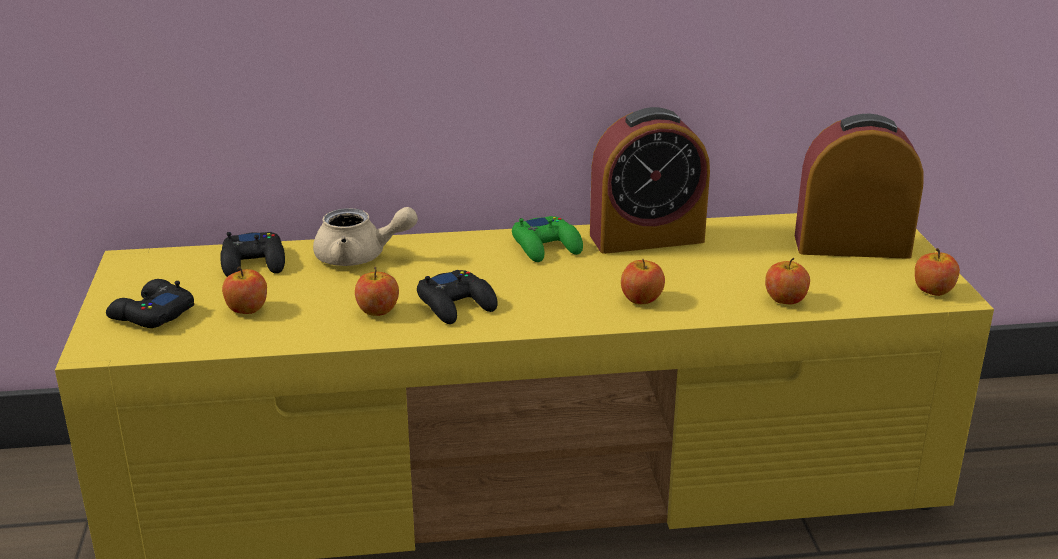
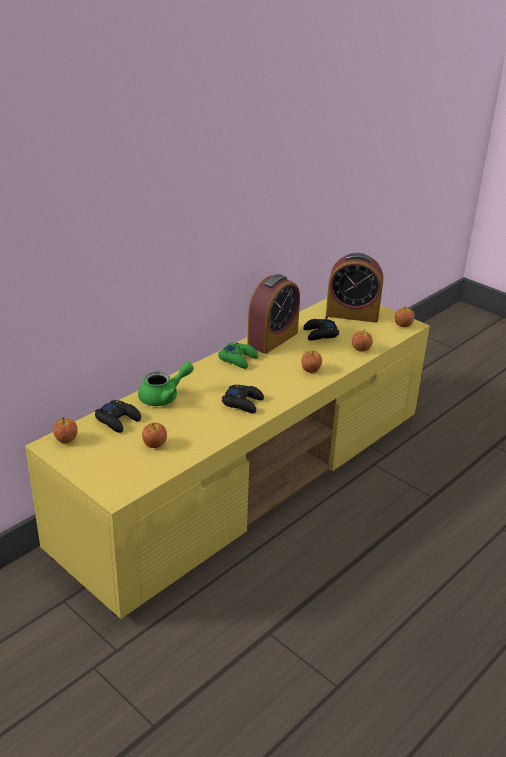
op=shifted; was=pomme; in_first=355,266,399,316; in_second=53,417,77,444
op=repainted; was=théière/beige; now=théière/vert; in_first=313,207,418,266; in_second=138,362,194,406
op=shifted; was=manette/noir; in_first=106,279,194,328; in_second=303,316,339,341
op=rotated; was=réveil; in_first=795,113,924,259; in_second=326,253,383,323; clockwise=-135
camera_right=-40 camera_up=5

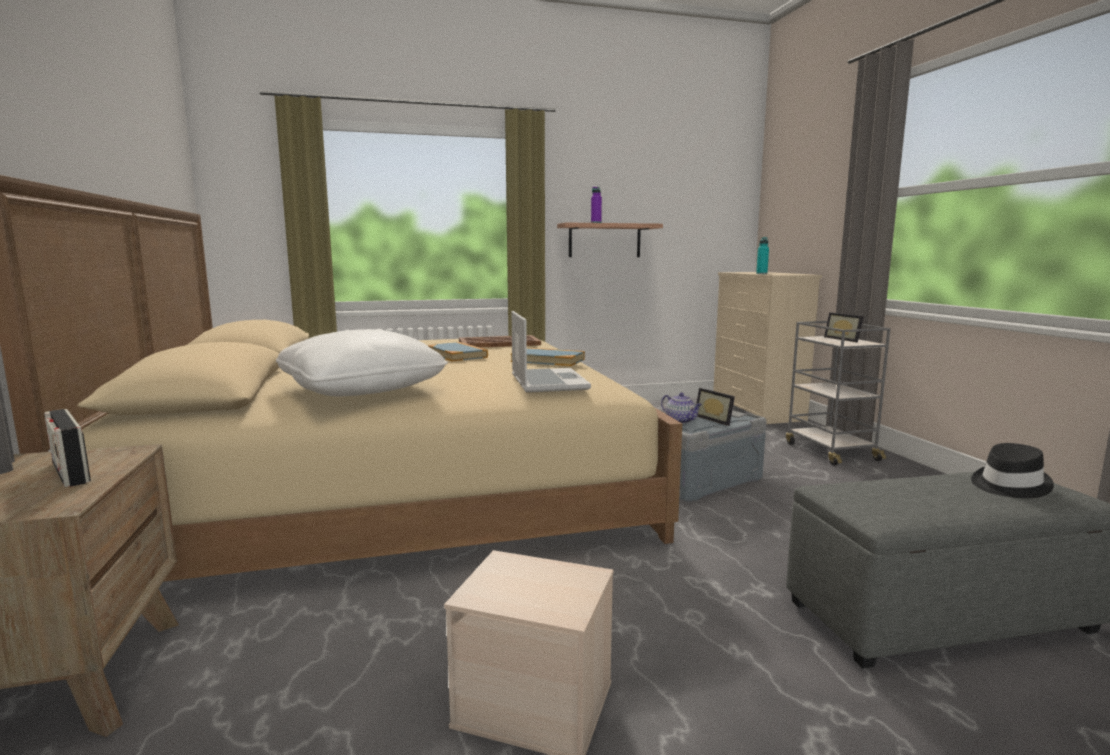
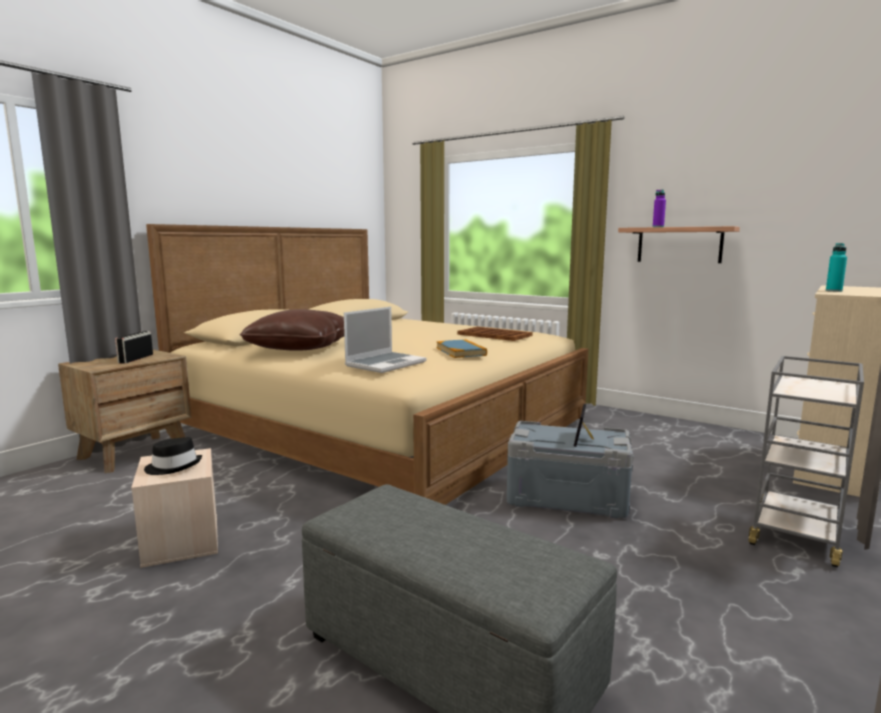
op=shifted; was=chapeau/noir; in_first=971,443,1054,498; in_second=144,437,202,475
op=repainted; was=coussin/blanc; now=coussin/marron; in_first=276,329,448,396; in_second=240,309,344,350
op=gone; was=livre; in_first=427,342,488,362
op=gone; was=théière; in_first=661,393,702,424
op=gone; was=cadre photo; in_first=824,312,864,343
camera_right=50 camera_up=0

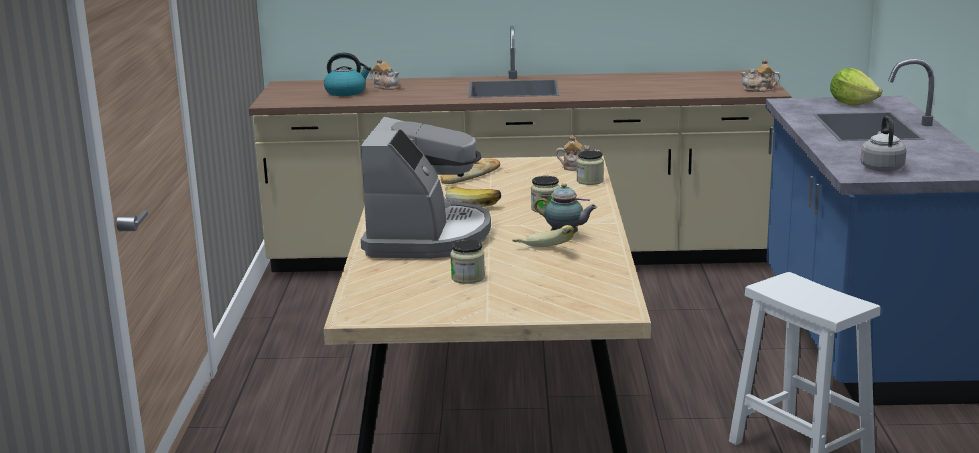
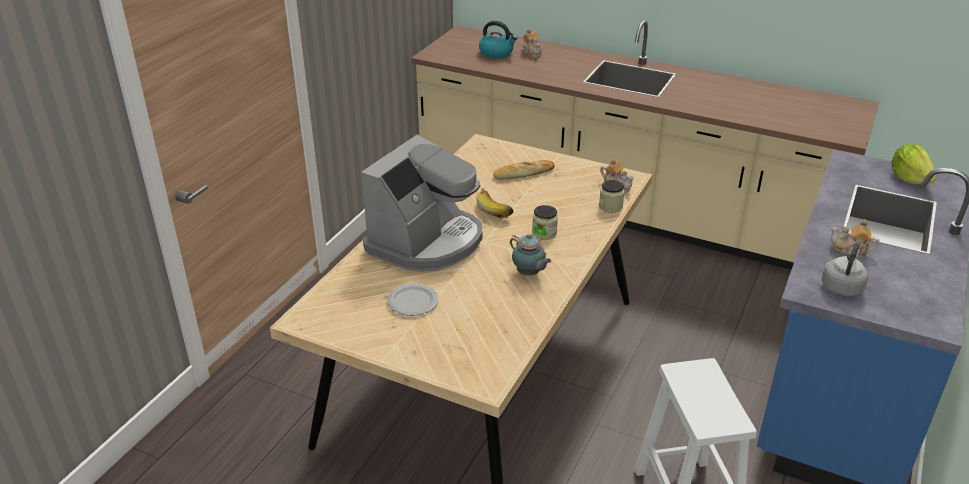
op=swapped; was=bocal; now=assiette; in_first=450,239,485,284; in_second=387,284,438,316
op=shifted; was=théière; in_first=741,59,780,92; in_second=831,219,879,258
op=gone; was=banane; in_first=512,225,574,247
camera_right=25 camera_up=15

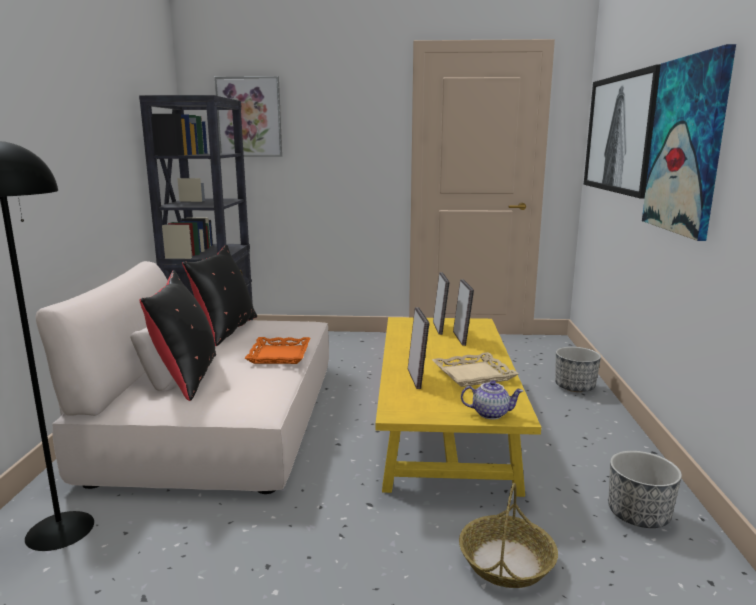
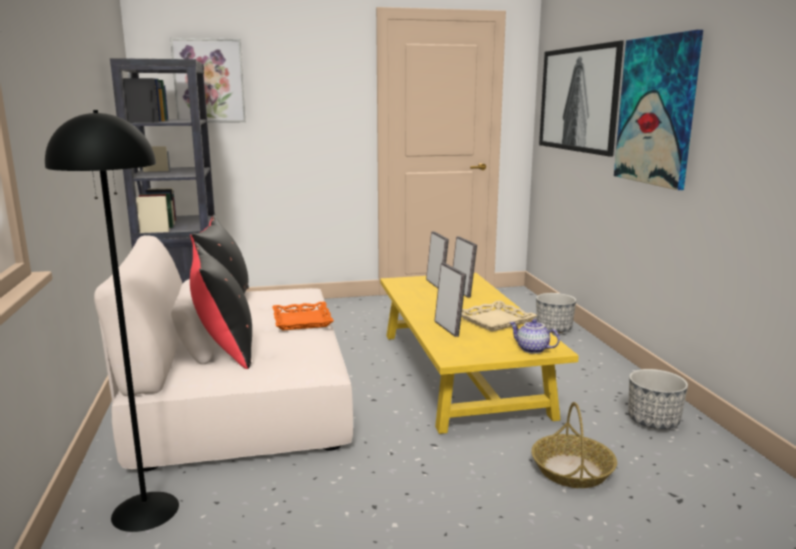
op=rotated; was=théière; in_first=461,380,523,420; in_second=509,319,560,354; clockwise=-135
camera_right=-15 camera_up=0

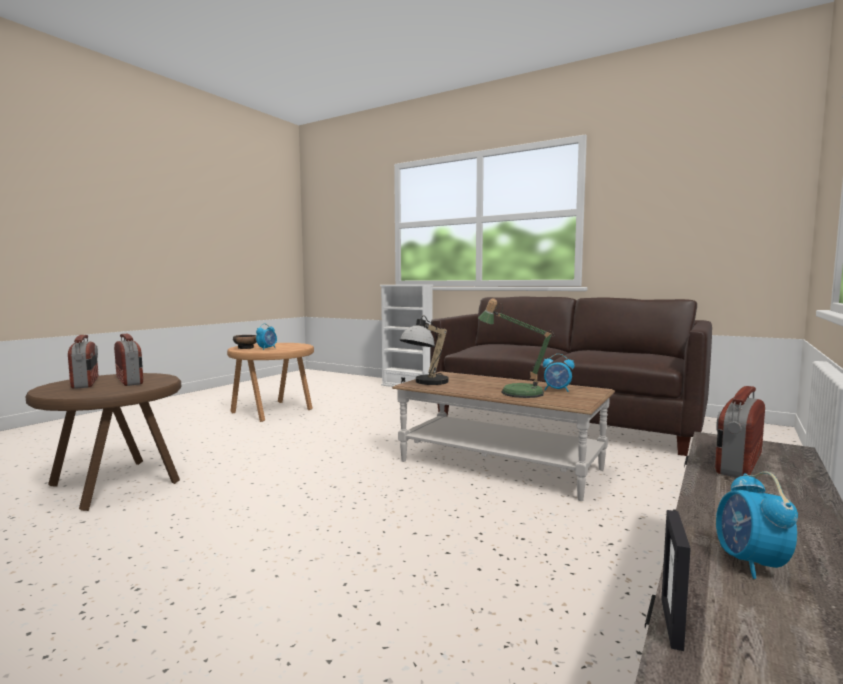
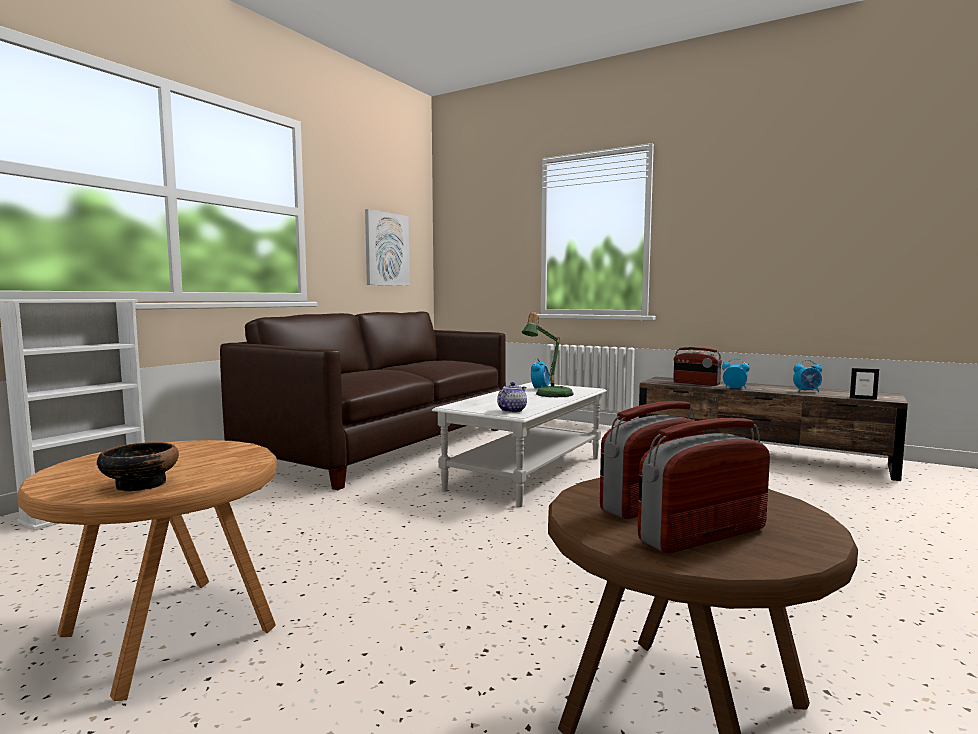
op=new; now=tableau; in_second=365,209,410,286
op=repainted; was=table basse/marron; now=table basse/blanc; in_first=392,371,615,501; in_second=432,383,607,507
op=swapped; was=lampe de table; now=théière; in_first=400,315,448,385; in_second=497,382,527,413
op=shifted; was=réveil; in_first=256,323,277,350; in_second=722,358,750,389
camera_right=-90 camera_up=0

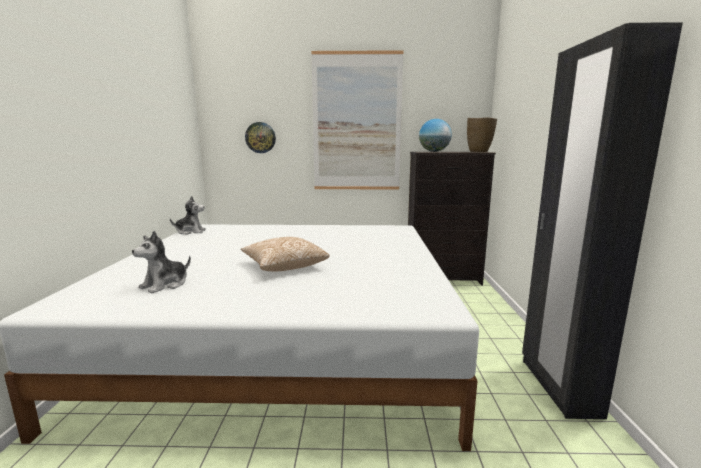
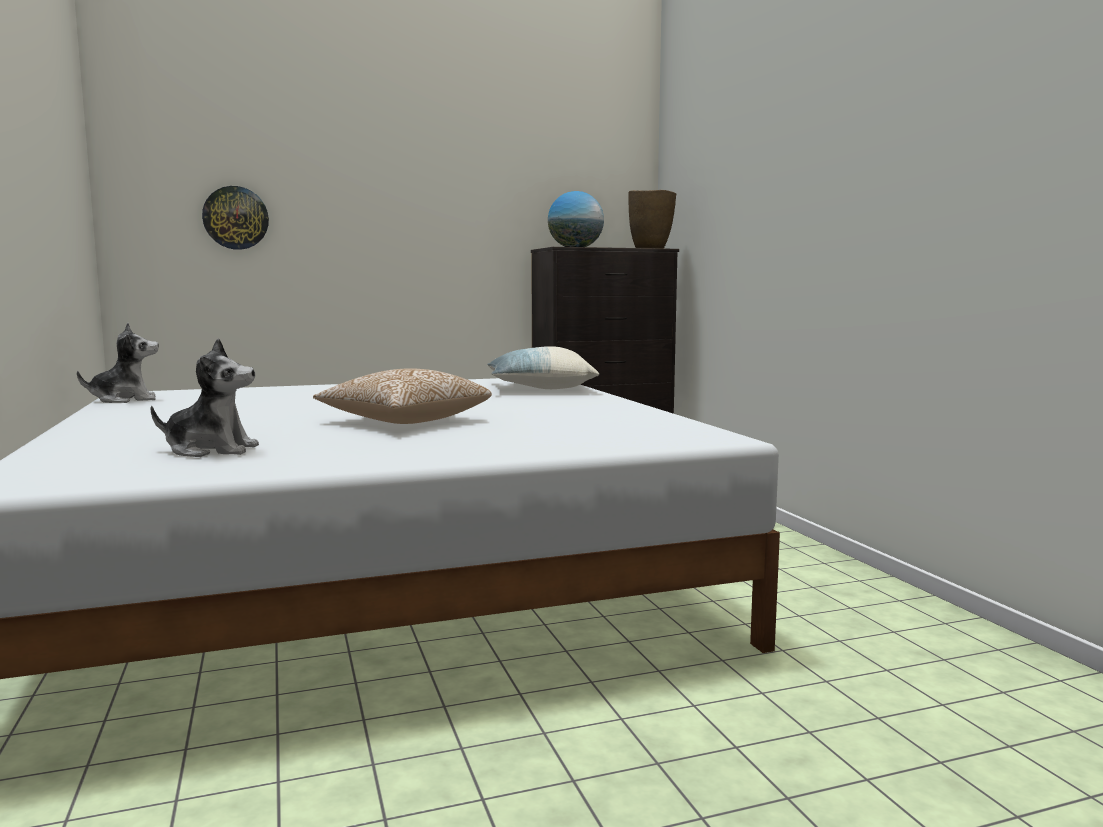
op=rotated; was=peluche; in_first=132,231,191,294; in_second=150,338,259,457; clockwise=-105
op=new; now=coussin; in_second=487,346,599,389
op=gone; was=tableau; in_first=311,50,404,189
op=gone; was=armoire/noir; in_first=522,22,683,419
camera_right=-20 camera_up=-5

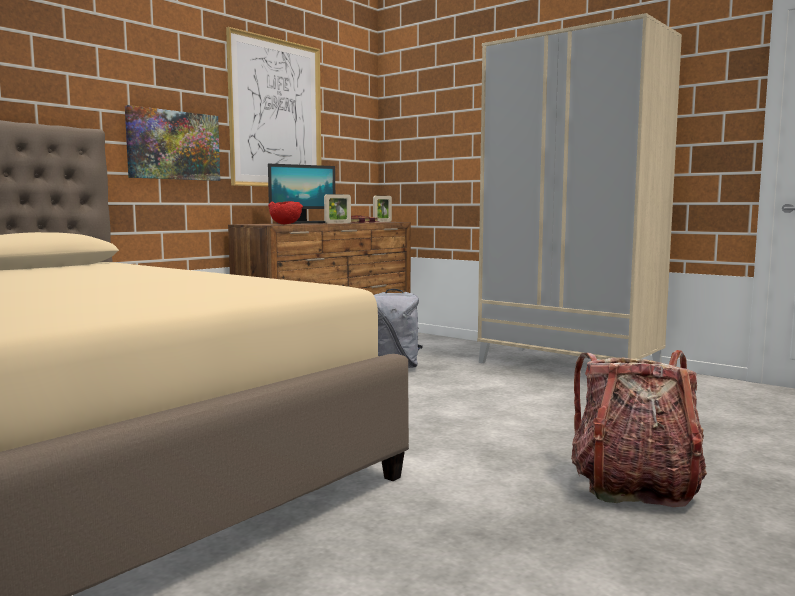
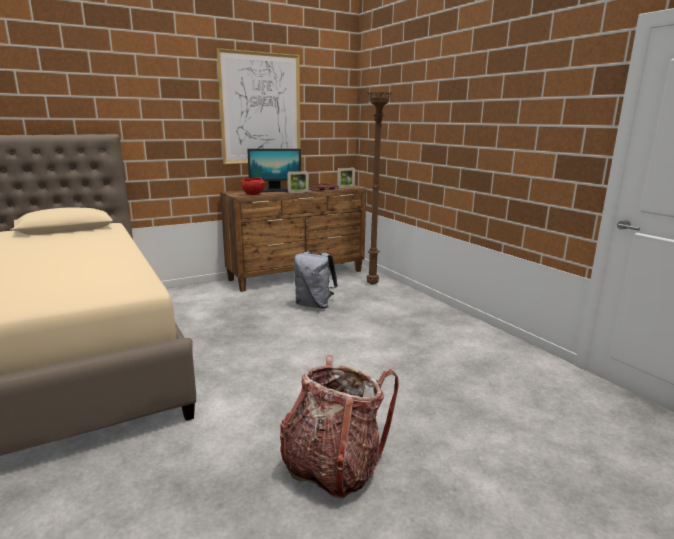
op=new; now=lampadaire/marron; in_second=366,92,392,285
op=gone; was=tableau; in_first=125,105,220,181
op=gone; was=armoire/beige; in_first=477,13,682,363
camera_right=20 camera_up=10

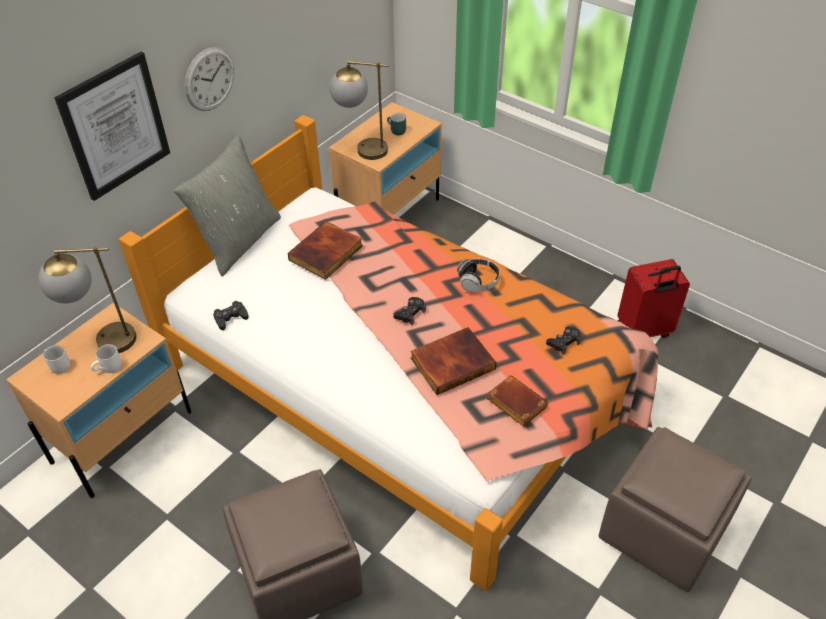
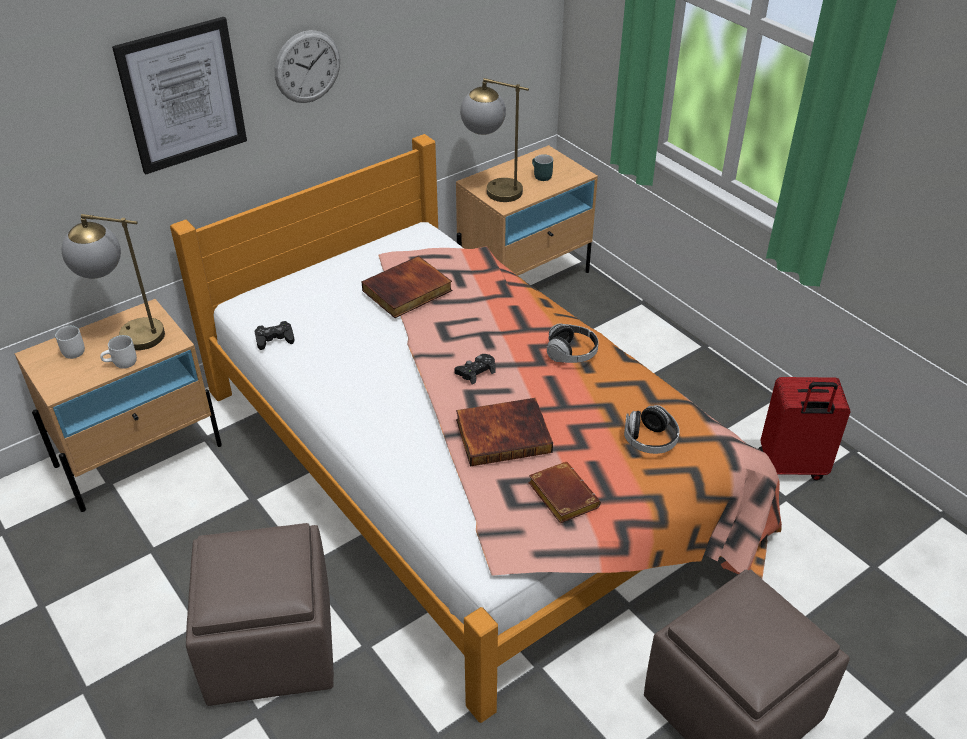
op=swapped; was=manette/noir; now=casque audio; in_first=546,326,582,355; in_second=624,405,680,454
op=gone; was=coussin/gris; in_first=174,135,281,276
camera_right=15 camera_up=-5

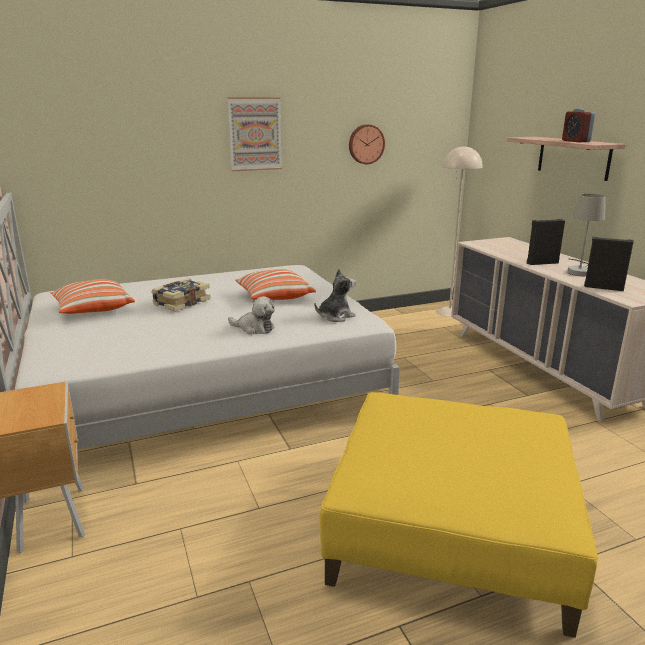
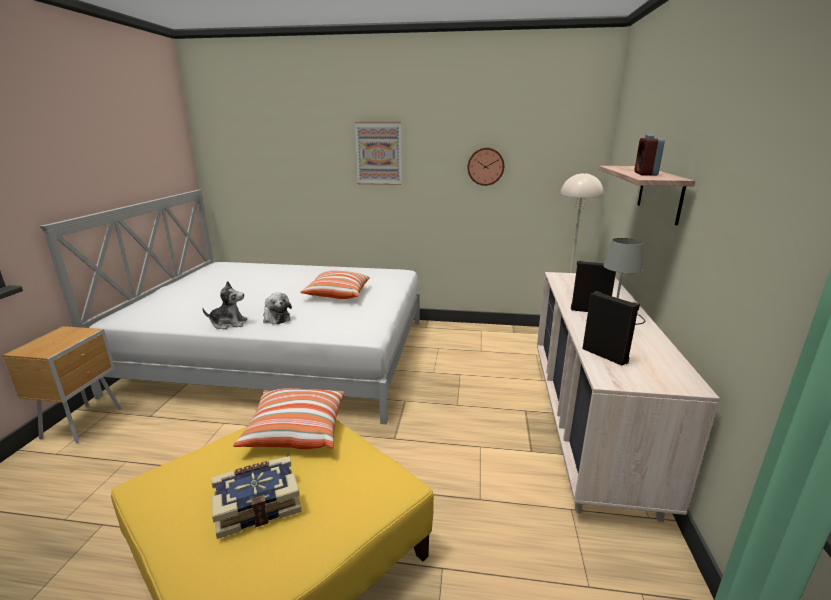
op=shifted; was=peluche; in_first=315,269,356,322; in_second=202,281,247,329
op=shifted; was=livre; in_first=151,278,210,311; in_second=211,456,302,539
op=shifted; was=coussin; in_first=51,279,135,314; in_second=233,388,344,449
camera_right=30 camera_up=0

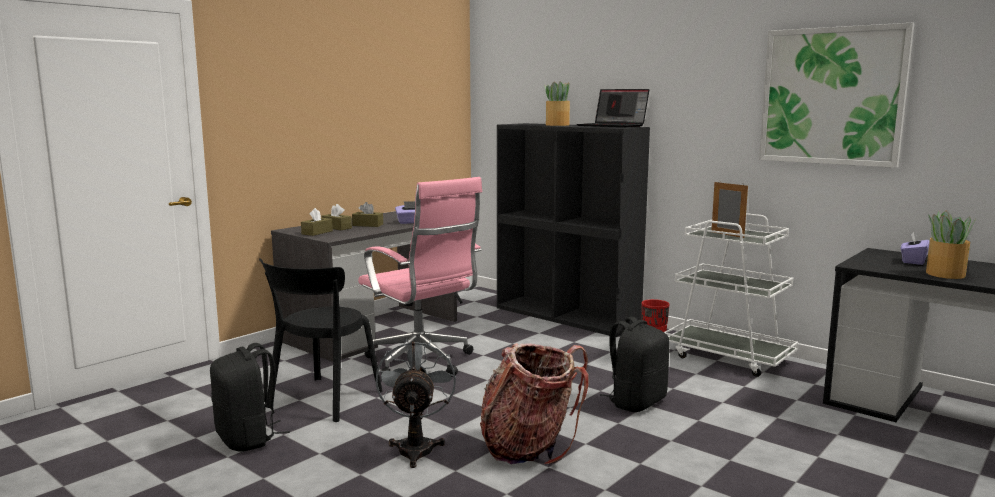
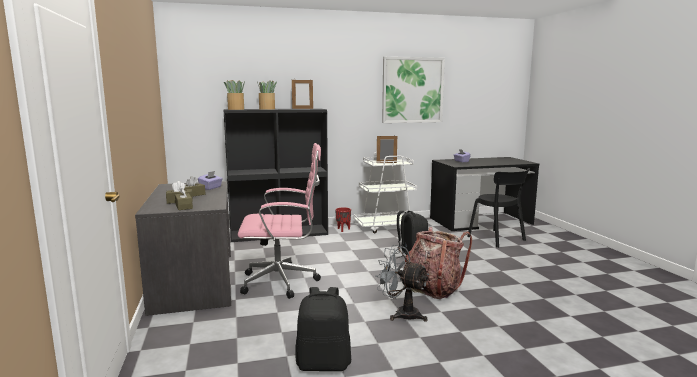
op=shifted; was=plante en pot; in_first=926,210,976,279; in_second=224,80,245,110
op=swapped; was=ordinateur portable; now=cadre photo; in_first=577,89,649,127; in_second=292,80,313,109
op=shifted; was=chaise/noir; in_first=259,258,382,422; in_second=467,168,530,248
camera_right=-55 camera_up=0

